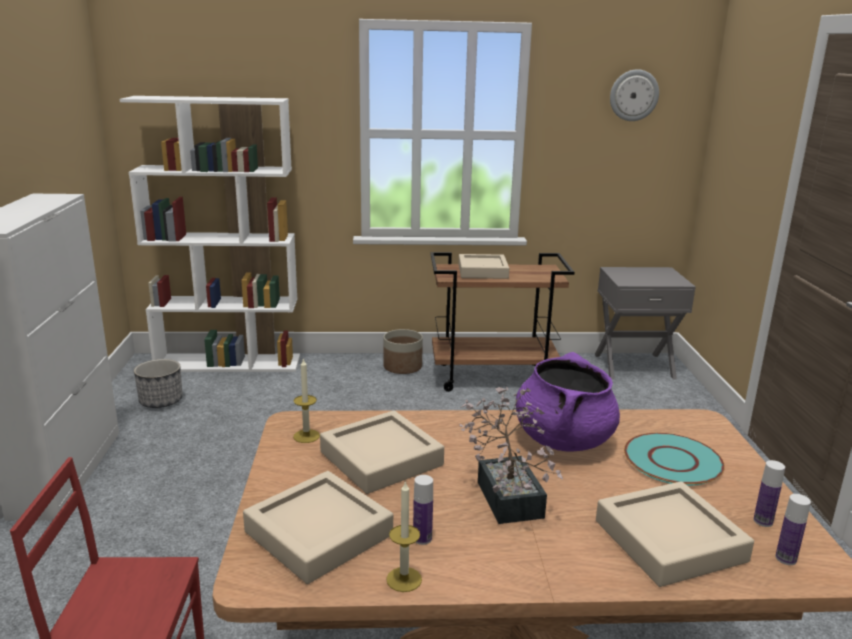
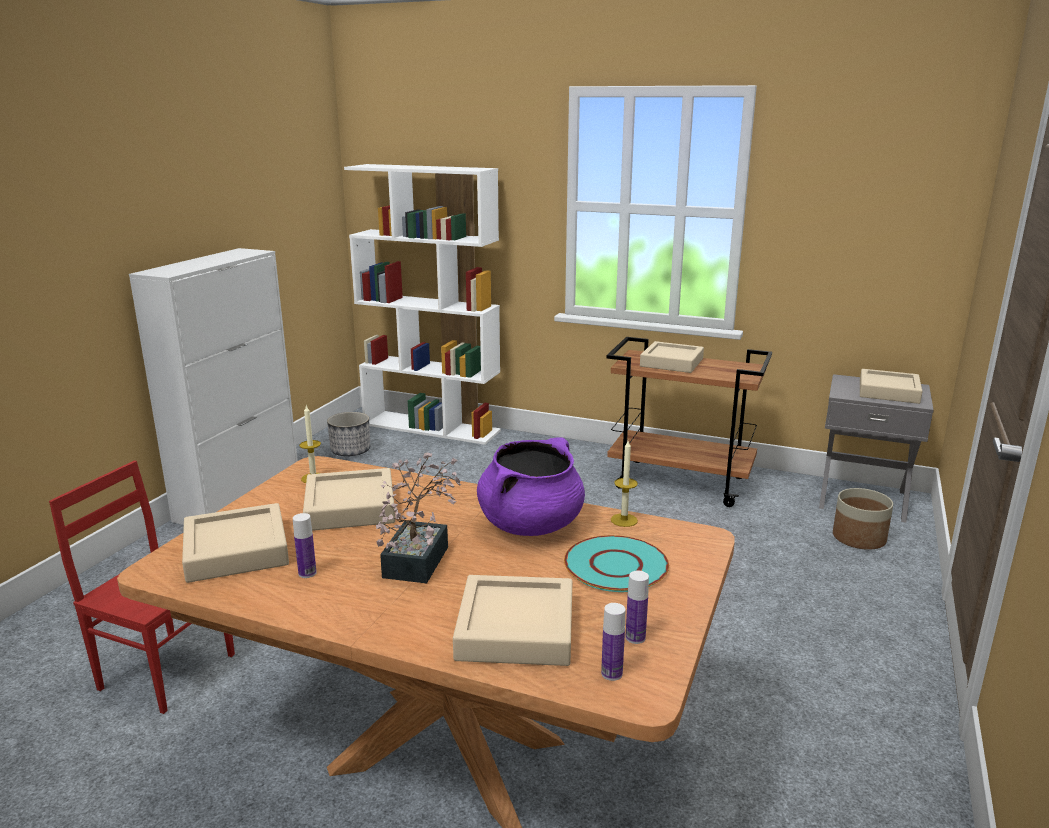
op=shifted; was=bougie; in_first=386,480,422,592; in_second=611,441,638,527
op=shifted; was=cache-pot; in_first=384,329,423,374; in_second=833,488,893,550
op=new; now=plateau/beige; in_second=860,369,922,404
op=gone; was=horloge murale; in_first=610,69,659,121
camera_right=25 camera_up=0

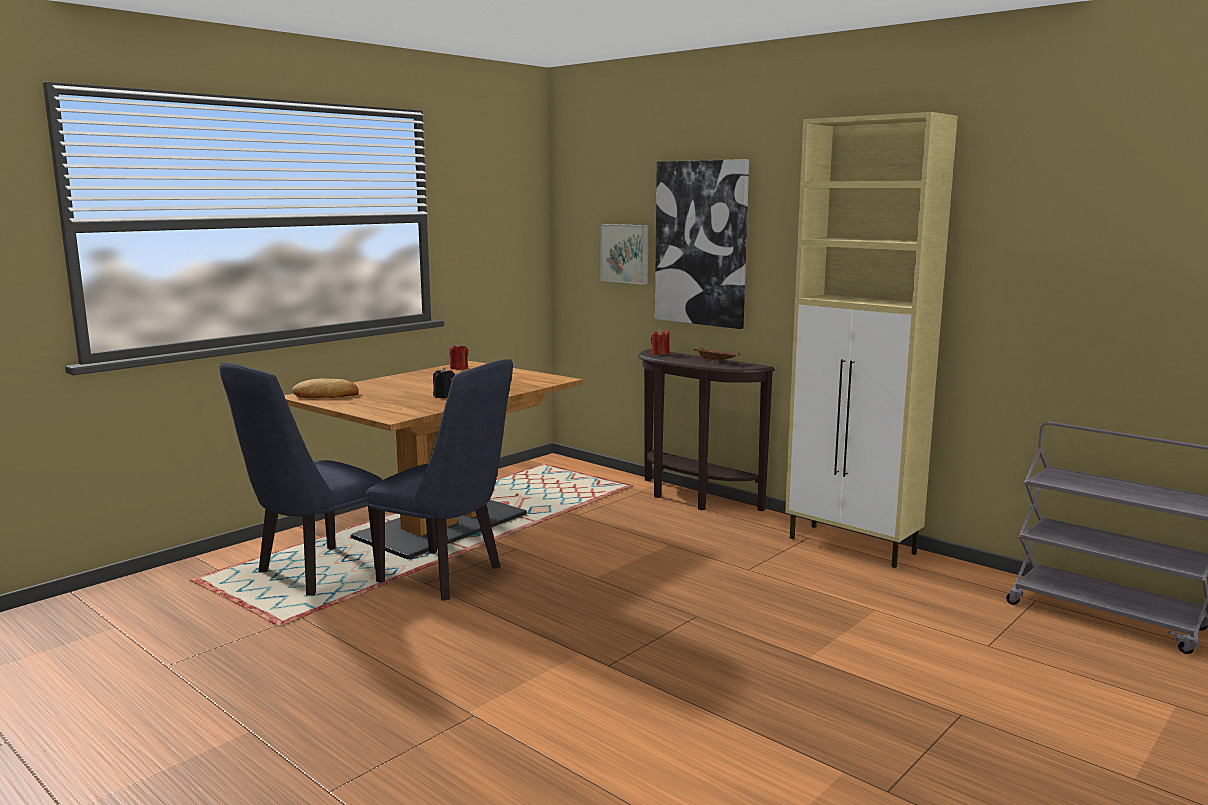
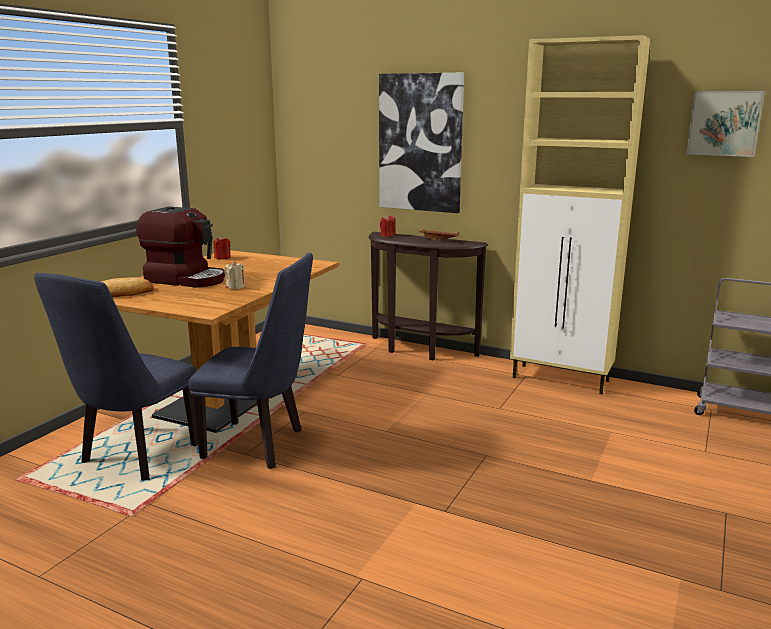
op=new; now=machine à café; in_second=136,207,225,288
op=repainted; was=bougie/noir; now=bougie/beige; in_first=433,367,455,399; in_second=225,261,245,289
op=shifted; was=tableau; in_first=600,224,648,285; in_second=686,91,765,157
camera_right=-15 camera_up=5

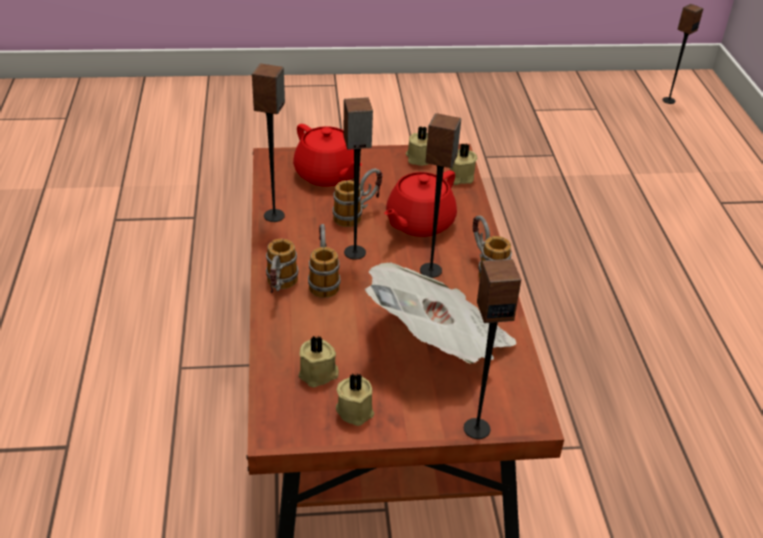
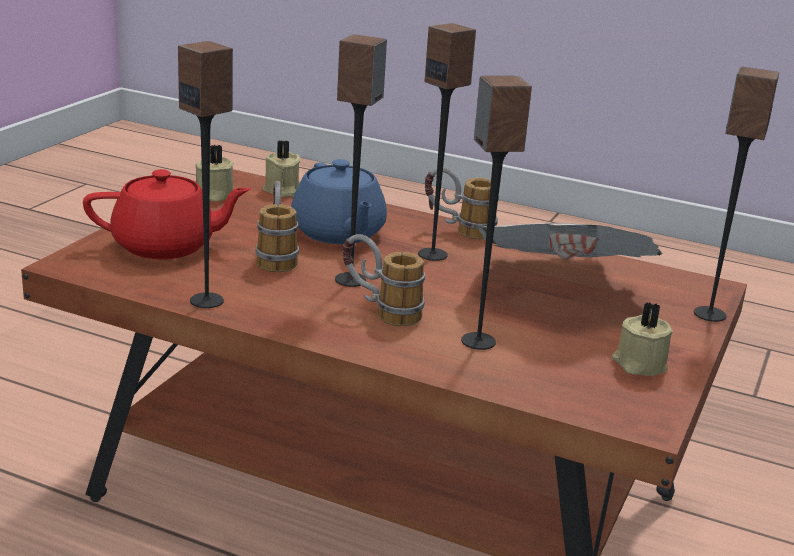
op=repainted; was=théière/rouge; now=théière/bleu; in_first=384,170,457,237; in_second=291,159,387,244
op=shifted; was=enceinte; in_first=662,4,703,104; in_second=461,76,532,350
op=gone; was=mug; in_first=266,239,299,293
op=gone; was=bougie/beige; in_first=299,335,339,388
camera_right=-60 camera_up=-15

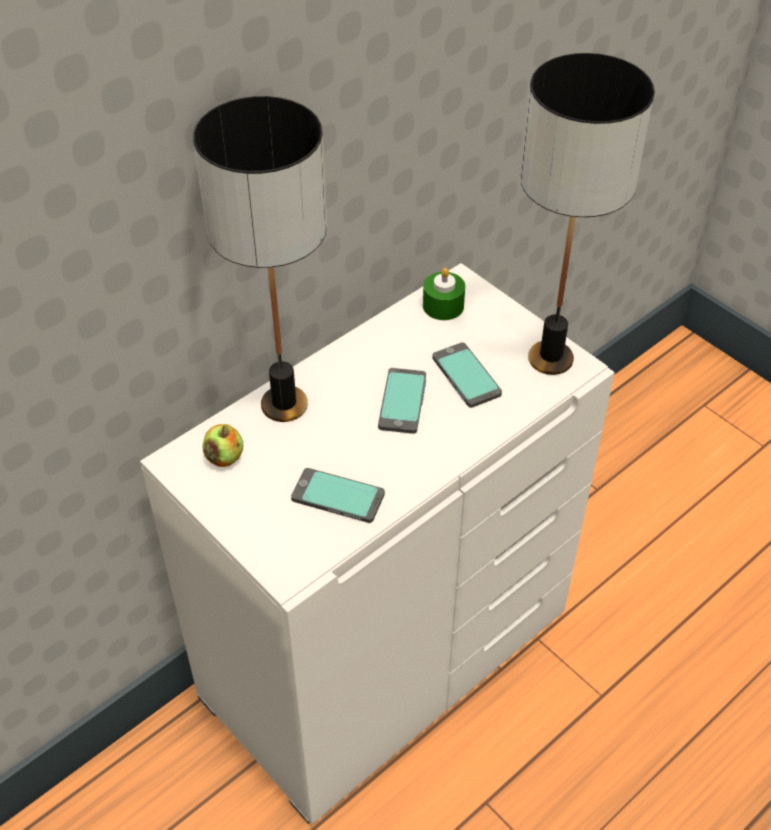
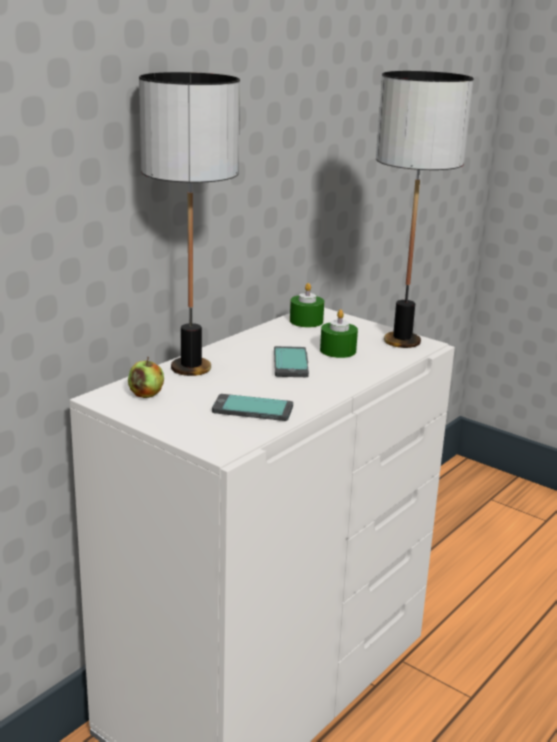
op=swapped; was=téléphone; now=bougie/vert; in_first=432,342,502,408; in_second=320,309,358,358
camera_right=-10 camera_up=-25

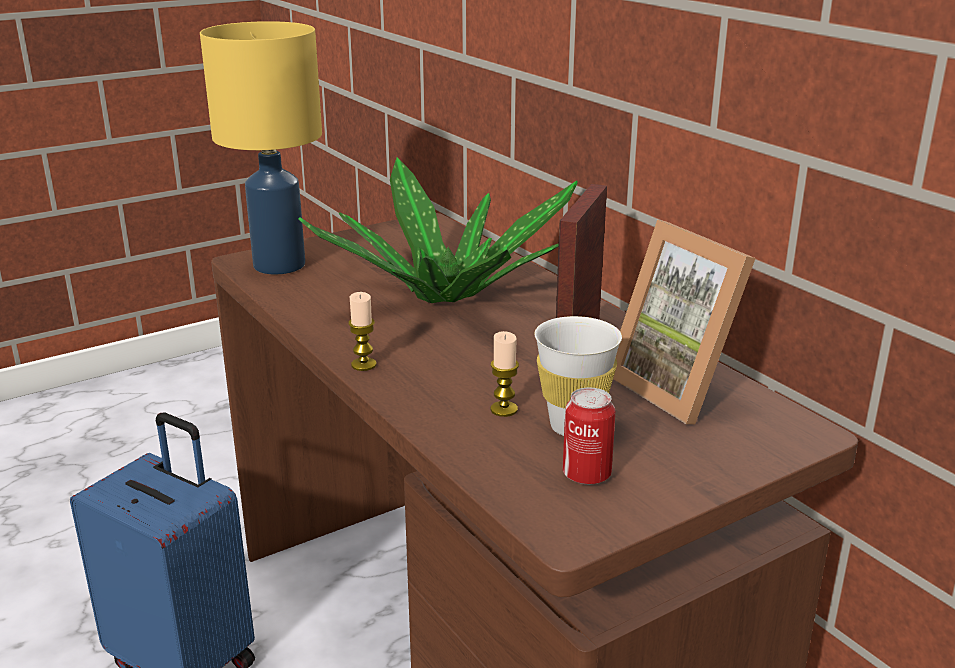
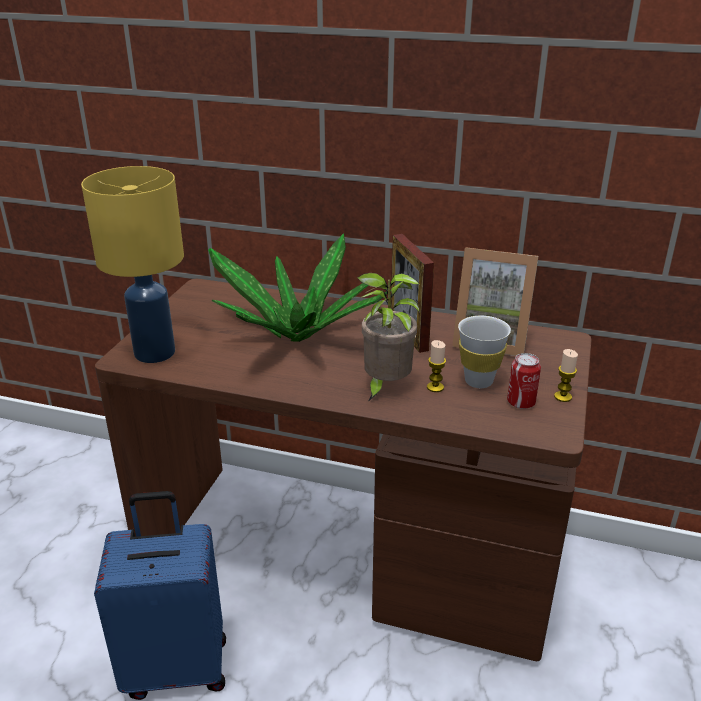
op=new; now=plante en pot; in_second=357,273,419,402
op=shifted; was=bougie; in_first=348,292,377,371; in_second=554,349,578,402
camera_right=-40 camera_up=5

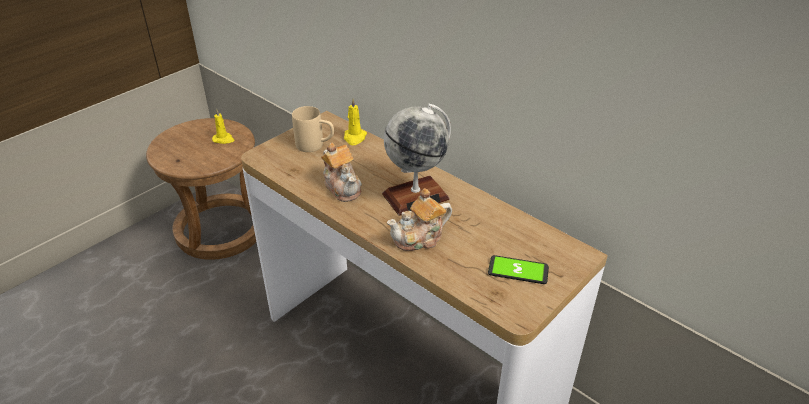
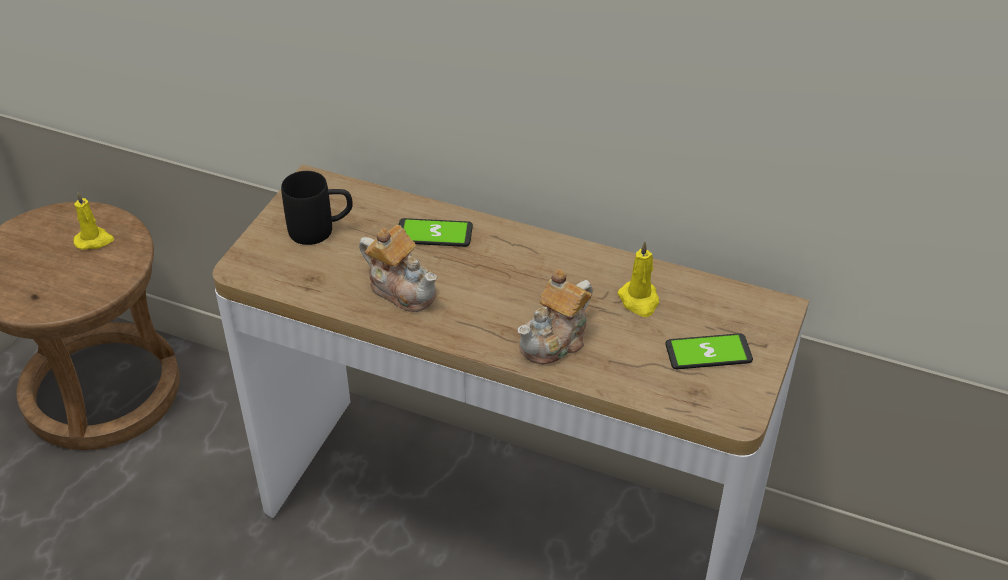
op=repainted; was=mug/beige; now=mug/noir; in_first=292,106,334,152; in_second=281,171,353,245
op=new; now=téléphone; in_second=399,218,473,247
op=shifted; was=bougie/jaune; in_first=344,99,367,145; in_second=617,241,659,317
op=gone; was=globe; in_first=382,104,451,216
camera_right=-20 camera_up=5

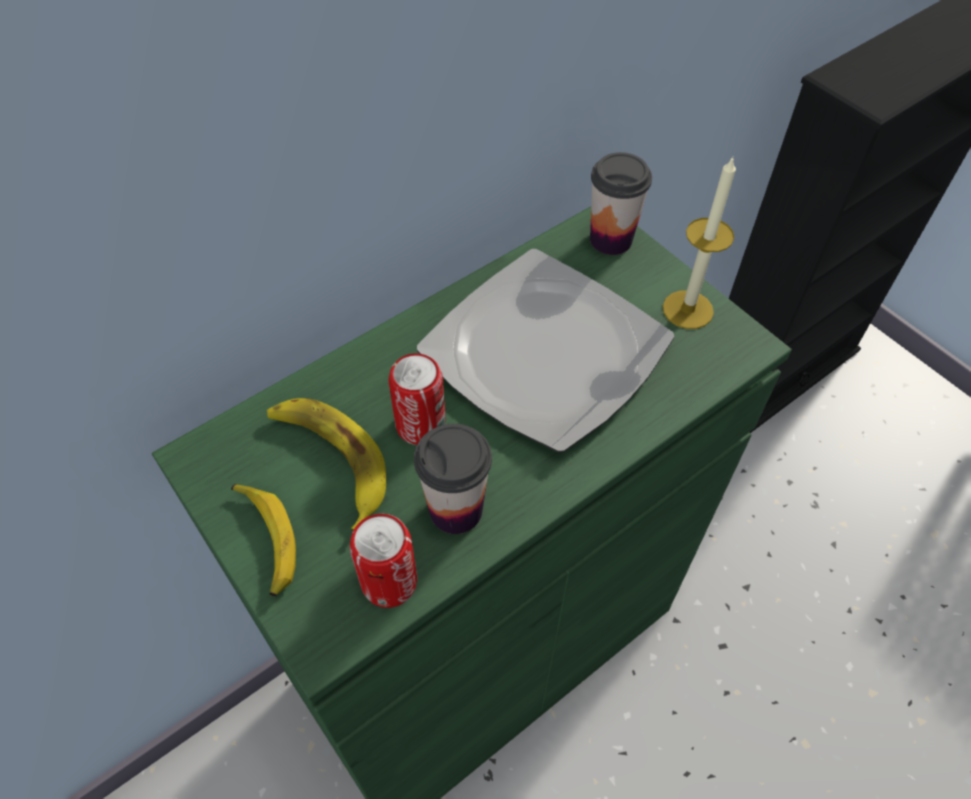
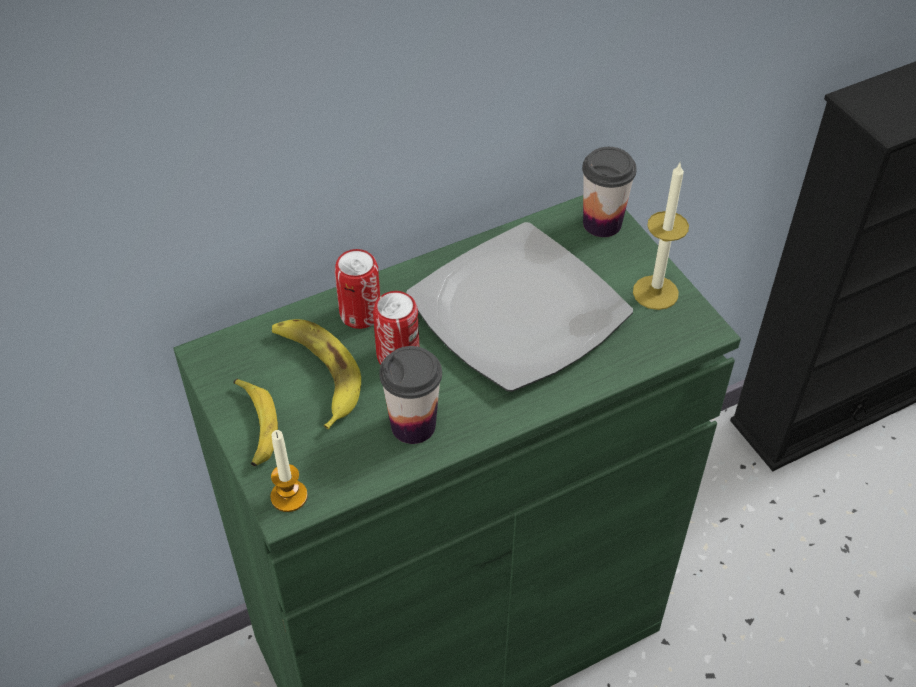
op=new; now=bougie; in_second=270,430,308,512
op=shifted; was=boîte métallique; in_first=350,514,417,608; in_second=335,249,380,329
camera_right=10 camera_up=-5

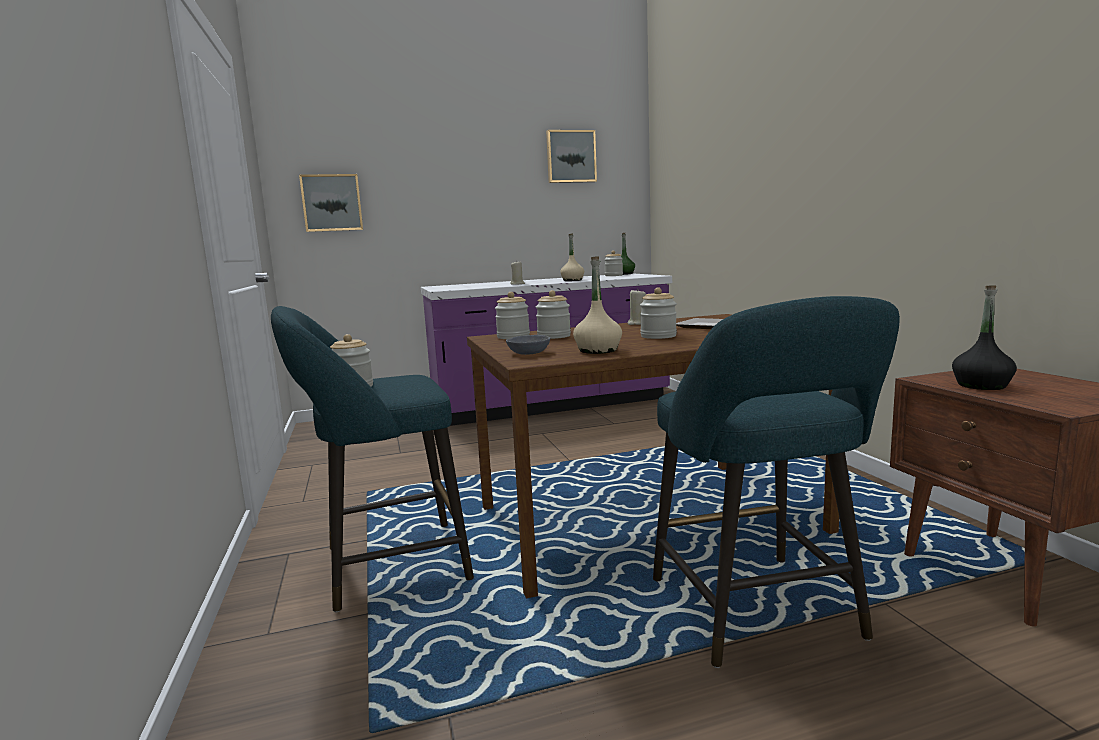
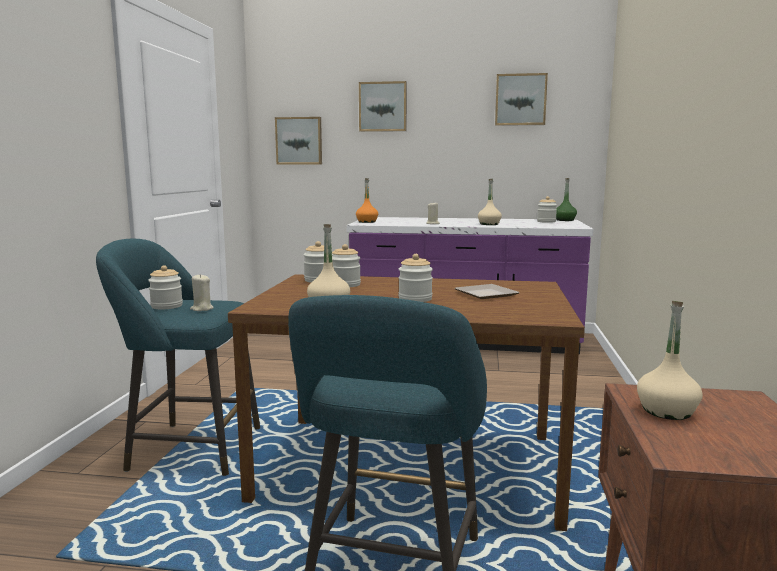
op=shifted; was=bougie/beige; in_first=628,288,646,325; in_second=190,274,214,311
op=new; now=bouteille/orange; in_second=356,178,378,223
op=new; now=tableau; in_second=359,81,407,132
op=repainted; was=bouteille/noir; now=bouteille/beige; in_first=952,285,1017,390; in_second=637,301,703,420
op=gone; was=bol/gris; in_first=506,335,550,355
camera_right=25 camera_up=0

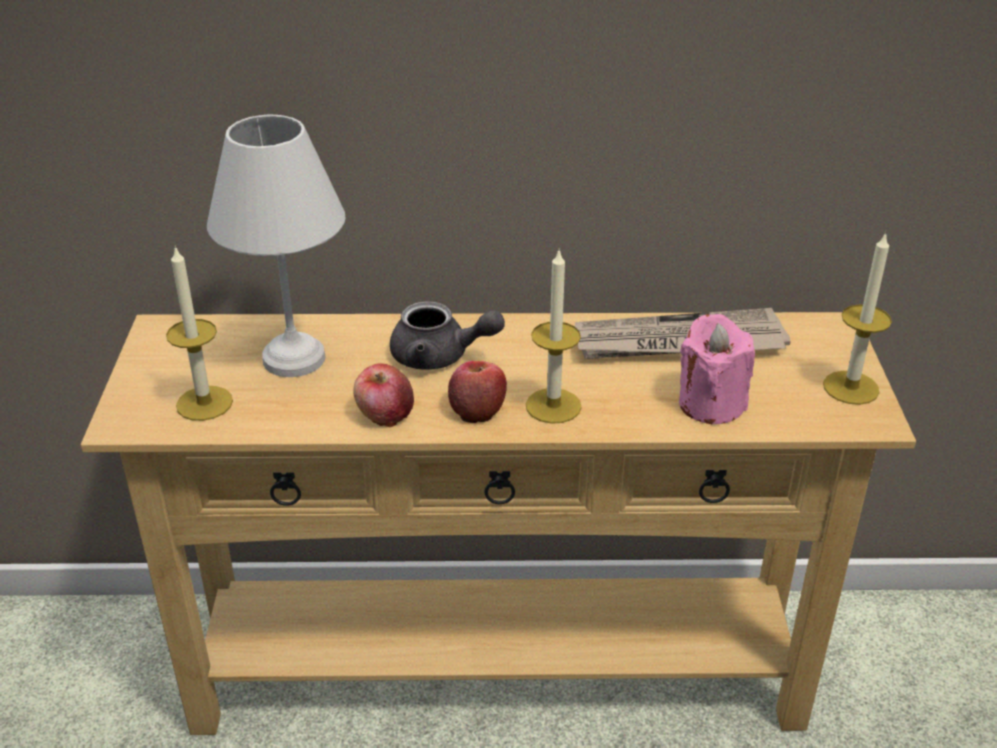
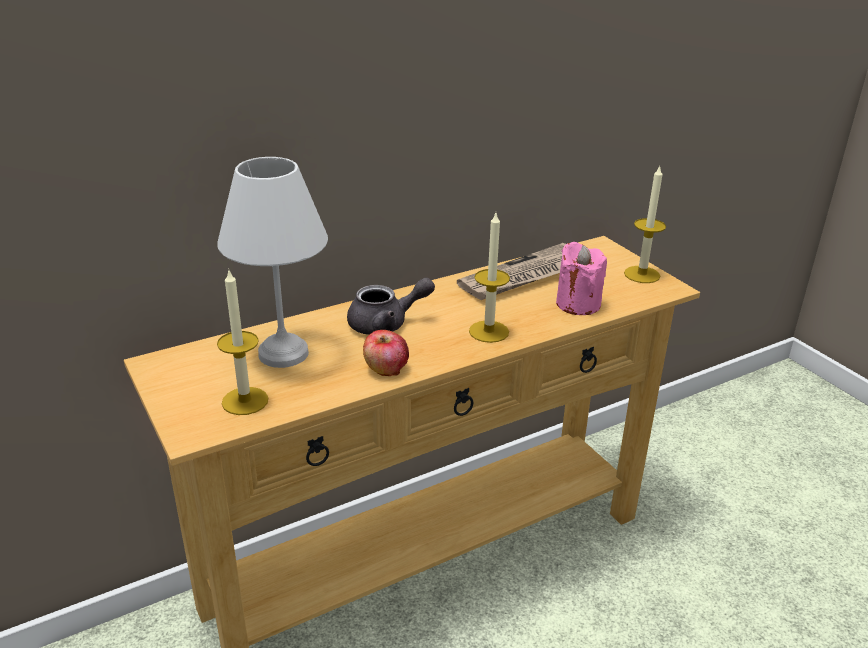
op=gone; was=pomme; in_first=448,361,507,423
camera_right=-30 camera_up=-5

